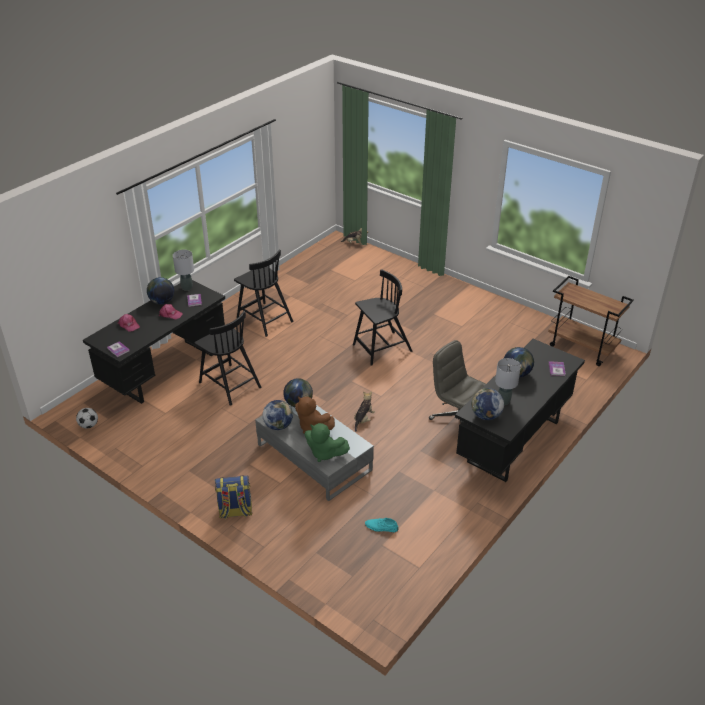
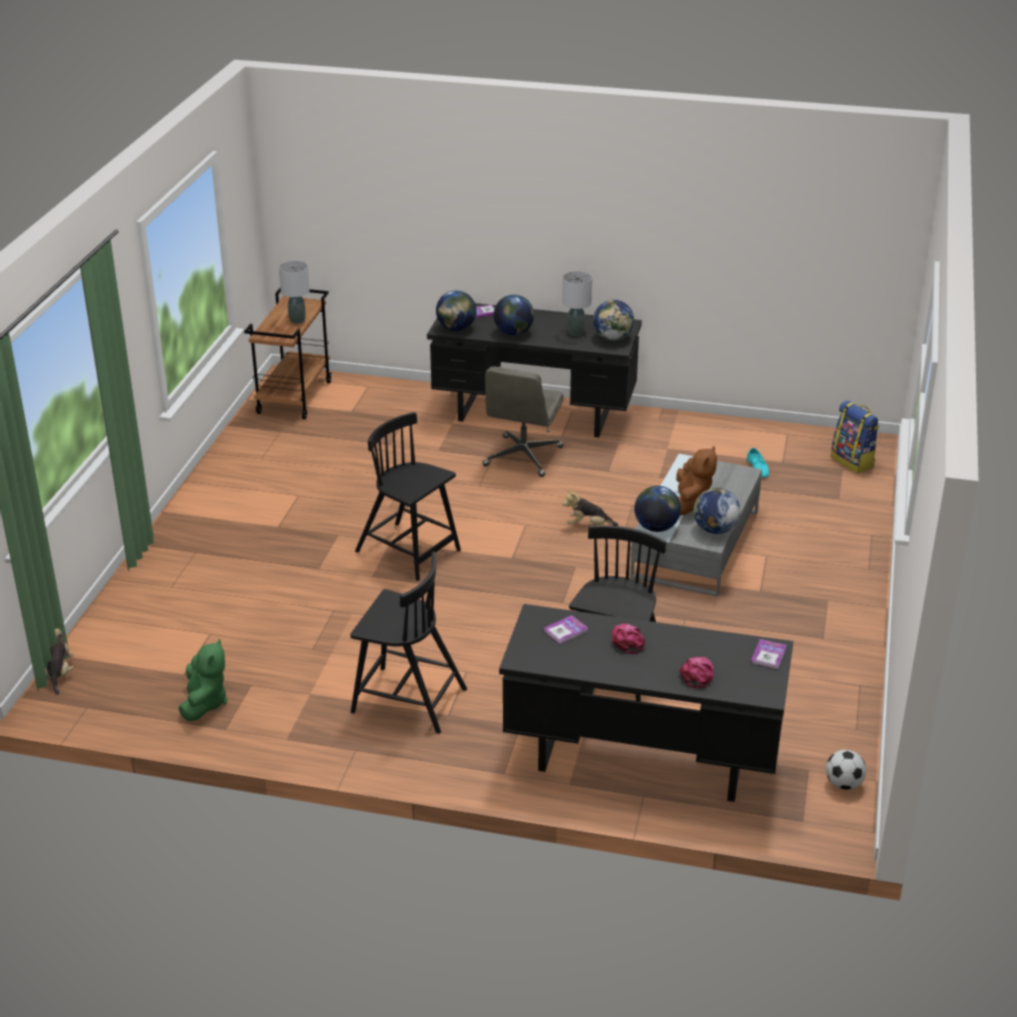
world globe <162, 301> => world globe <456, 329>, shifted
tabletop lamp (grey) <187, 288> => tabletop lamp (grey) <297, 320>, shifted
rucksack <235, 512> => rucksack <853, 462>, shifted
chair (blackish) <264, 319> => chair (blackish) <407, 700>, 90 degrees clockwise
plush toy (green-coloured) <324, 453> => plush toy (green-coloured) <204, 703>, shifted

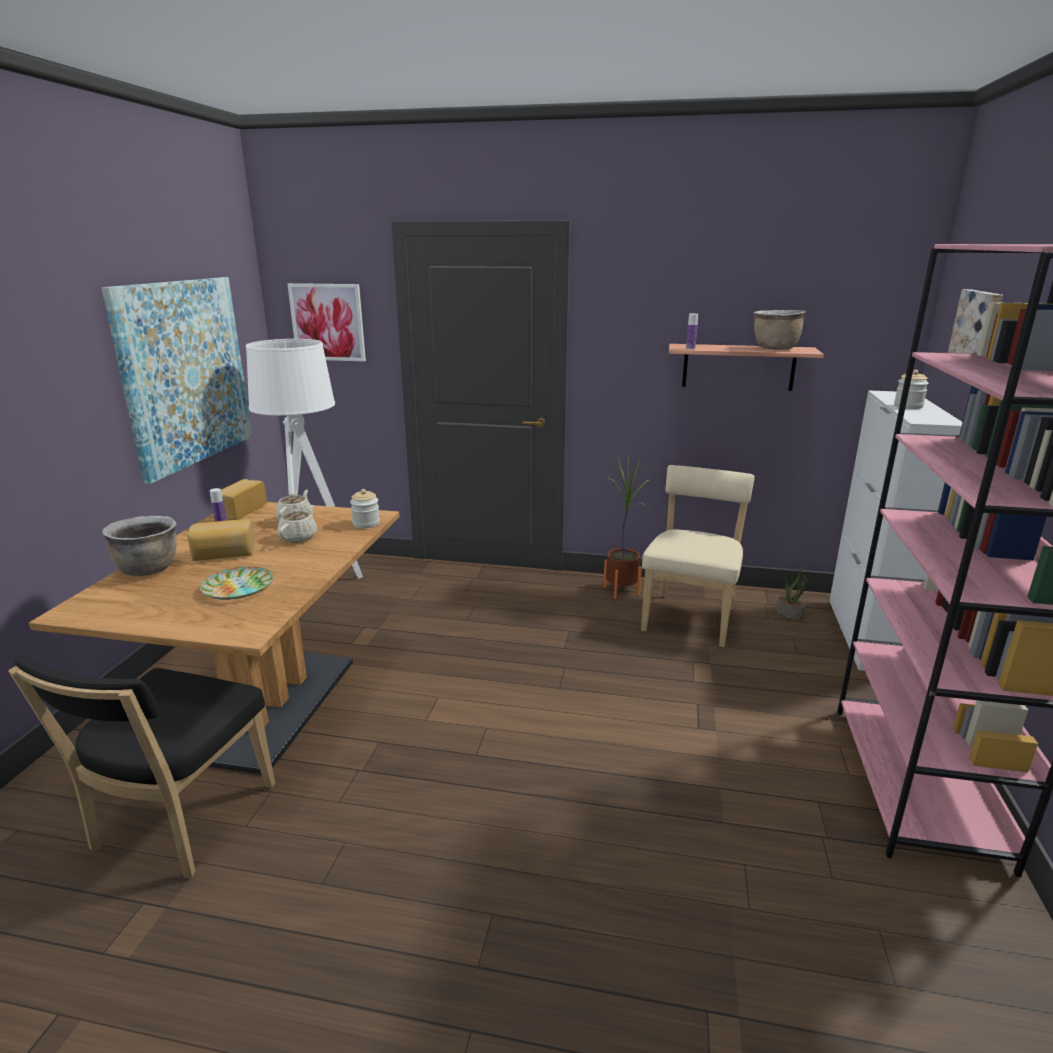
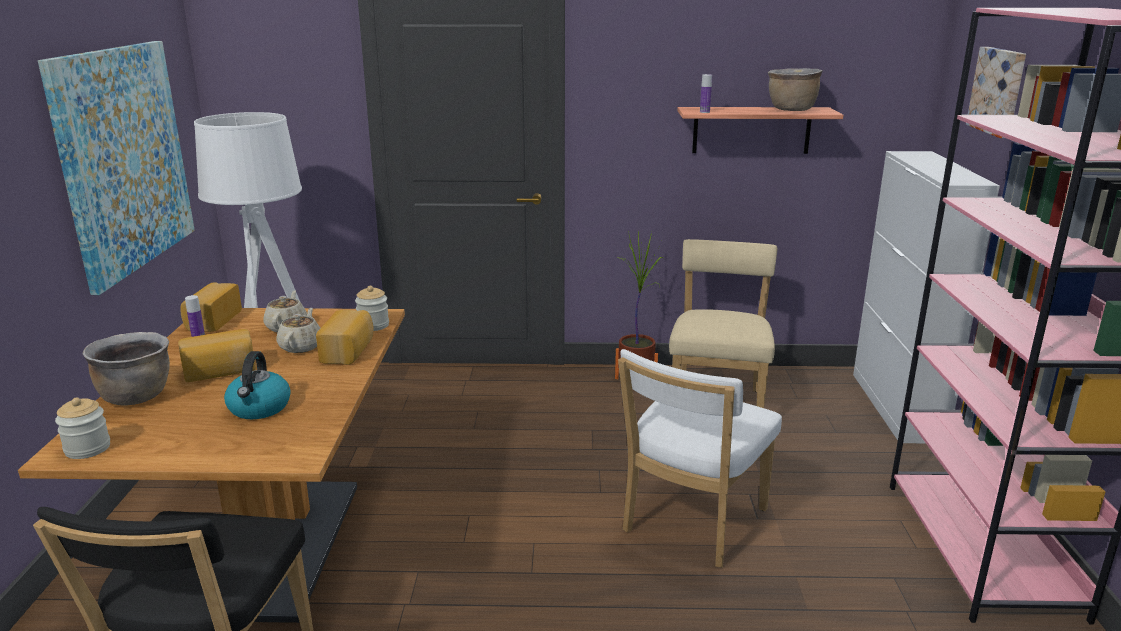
flat dish <239, 587> => kettle <259, 408>
wall art <327, 322> => nothing
plant in a pot <790, 614> => nothing
storage jar <908, 406> => storage jar <87, 448>, shifted
nothing => bread <349, 351>
nothing => chair (white-coloured) <691, 524>

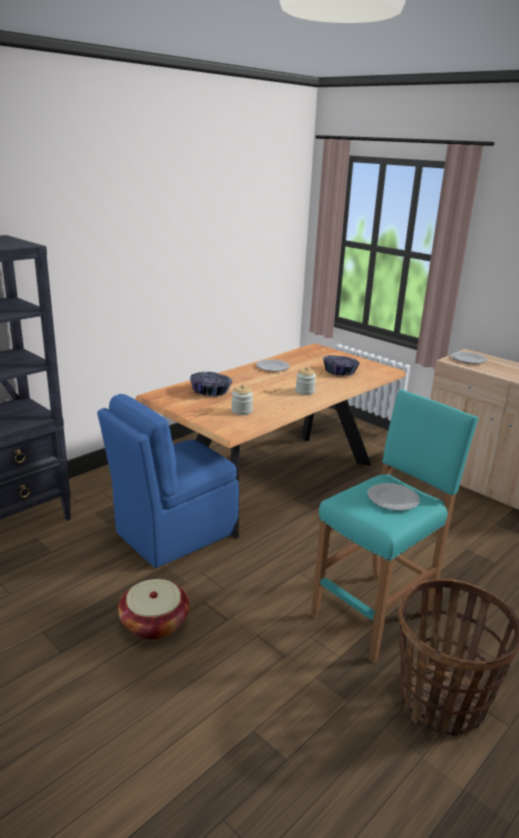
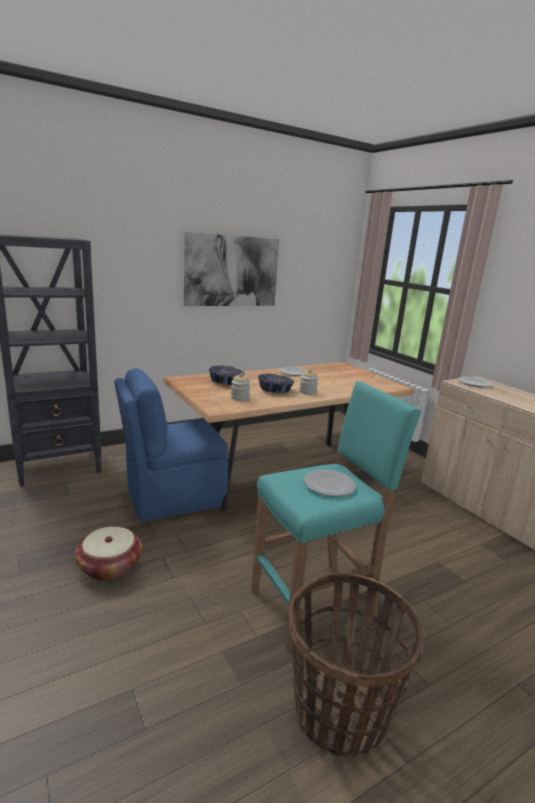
deep dish <340, 372> => deep dish <275, 390>, shifted
nothing => wall art <232, 271>

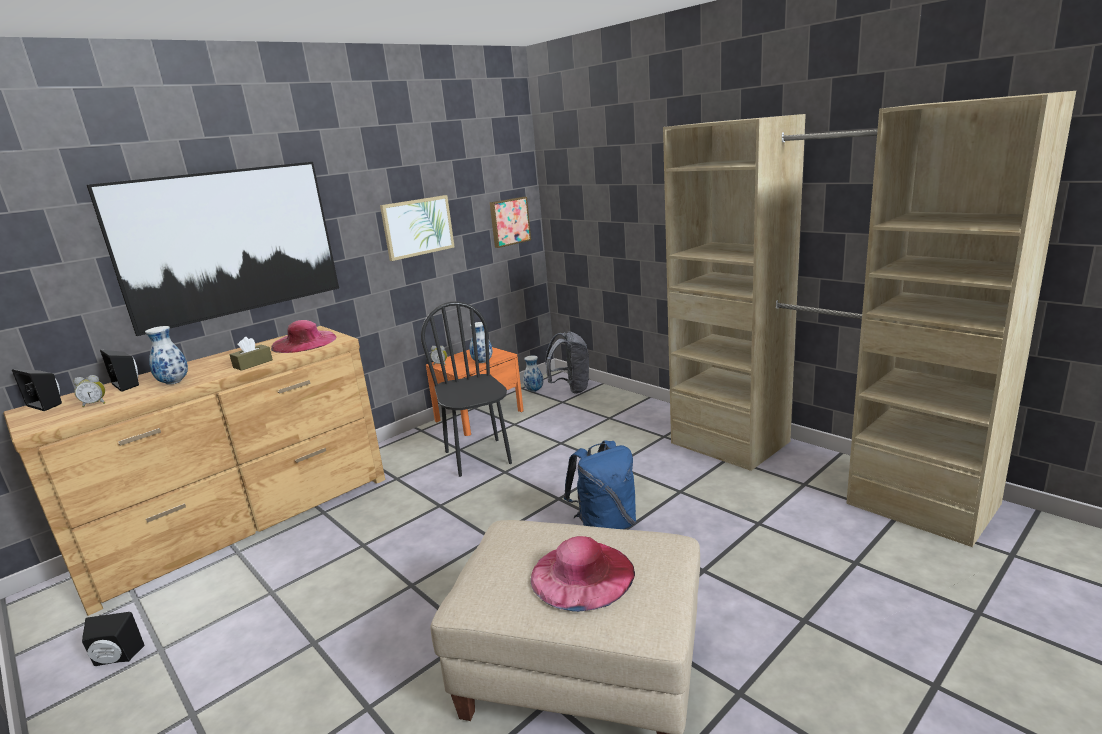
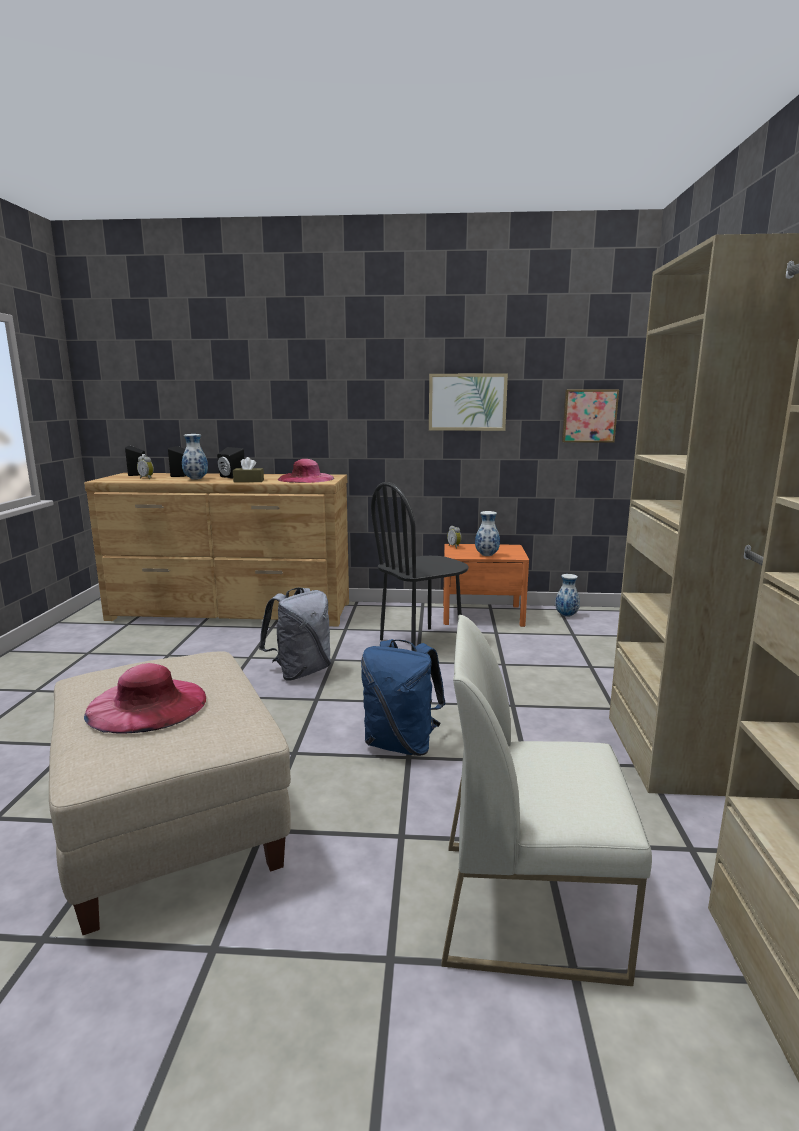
audio speaker (blackish) <115, 659> => audio speaker (blackish) <230, 477>, shifted
wall art <229, 243> => nothing
chair (blackish) <478, 457> => chair (blackish) <421, 642>, 150 degrees counterclockwise
rucksack (grey) <571, 389> => rucksack (grey) <300, 672>, shifted
nothing => chair (white-coloured) <530, 906>

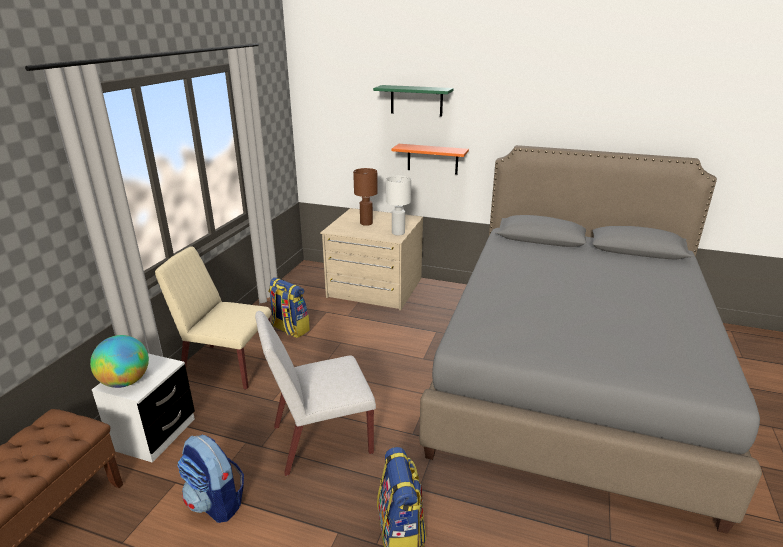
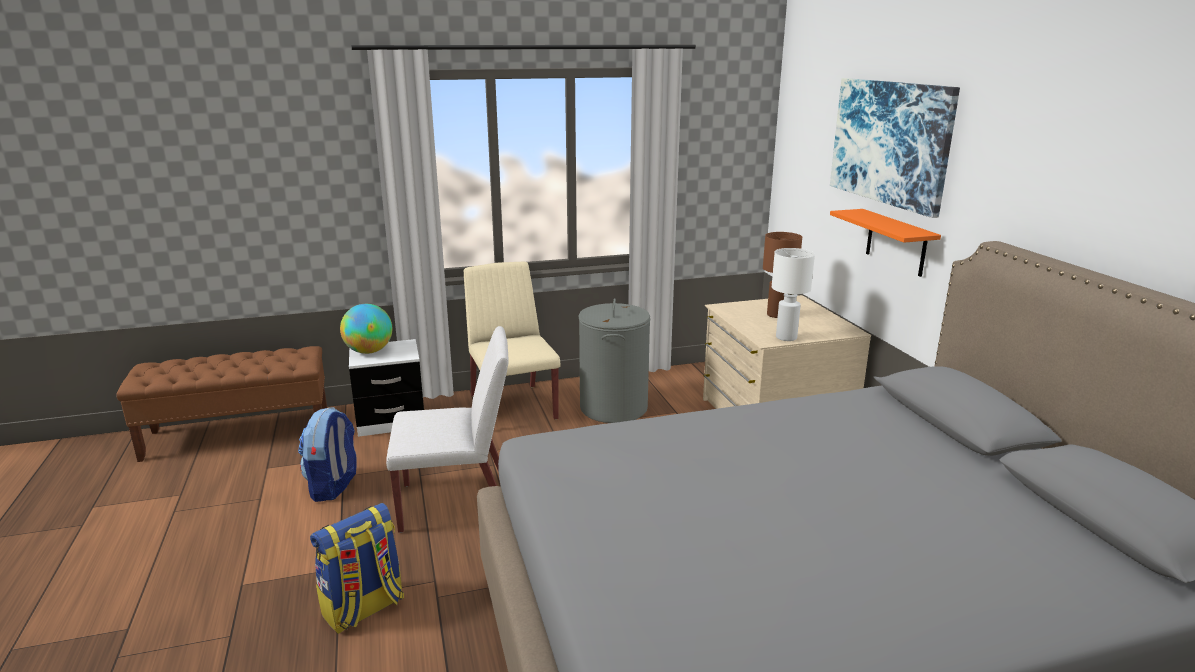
chair (white-coloured) <320, 440> => chair (white-coloured) <457, 503>, 135 degrees clockwise
rucksack <289, 329> => laundry basket (grey) <613, 408>
bracket shelf (green-coloured) <416, 100> => wall art <890, 142>

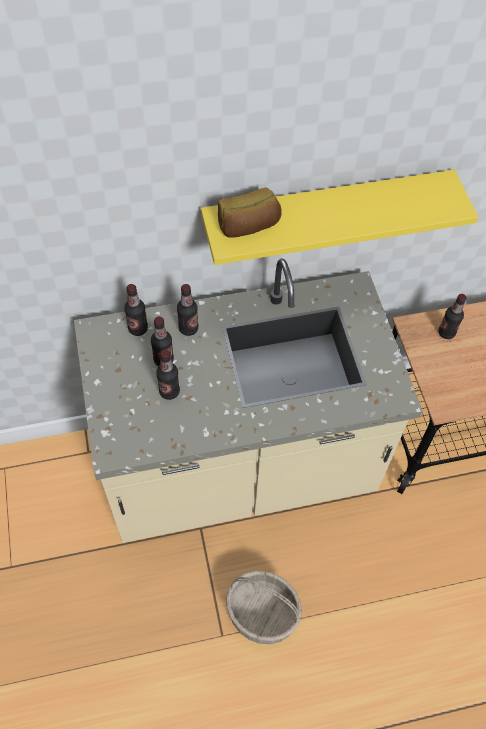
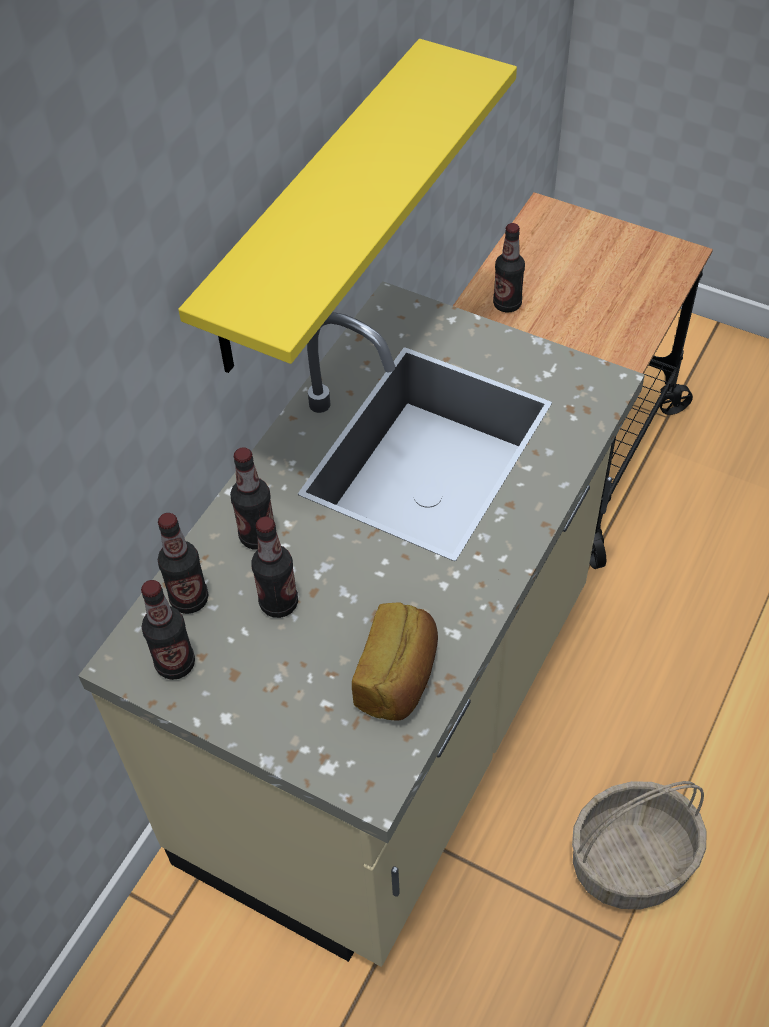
beverage bottle <169, 391> => beverage bottle <175, 664>, shifted
bread <249, 226> => bread <398, 676>, shifted

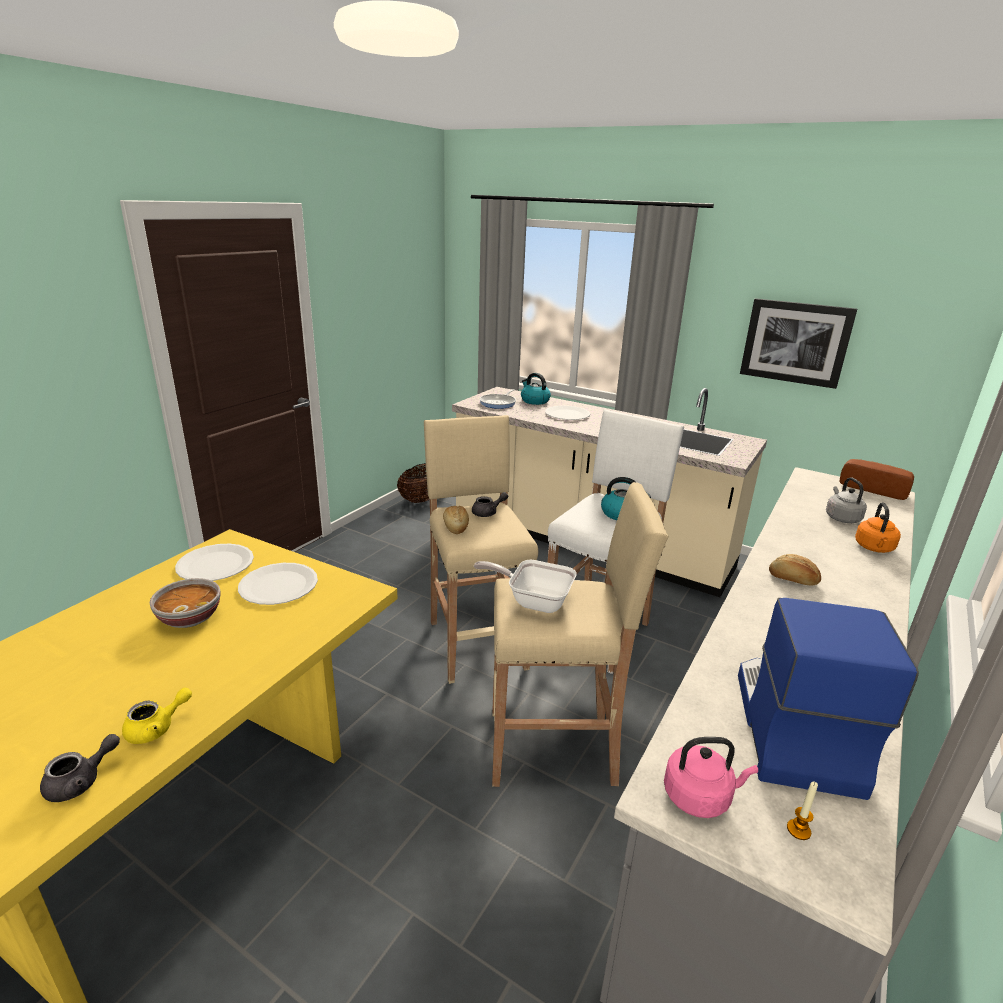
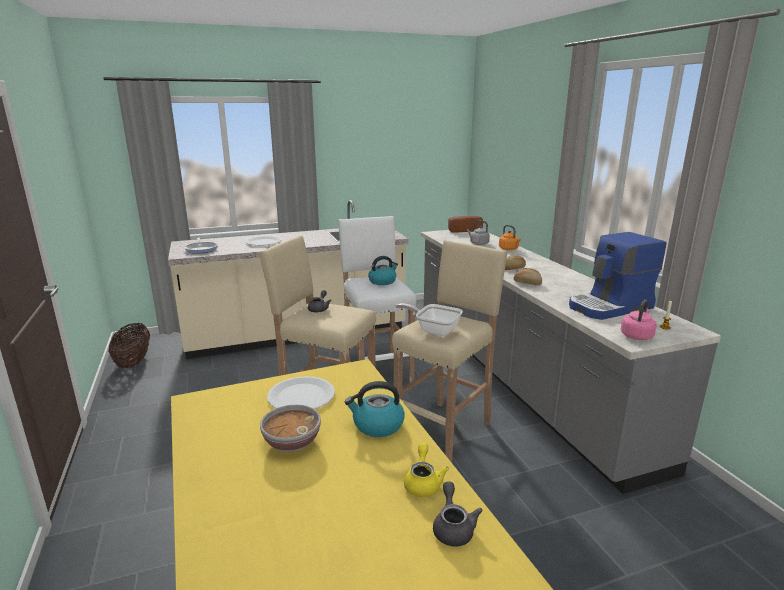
flat dish (white-coloured) <215, 565> => nothing
bread <455, 526> => bread <527, 283>, shifted
skillet <533, 601> => skillet <434, 330>, 60 degrees clockwise
kettle <534, 401> => kettle <377, 425>, shifted
coffee brewer <792, 728> => coffee brewer <610, 307>, 75 degrees counterclockwise
wall art <795, 342> => nothing

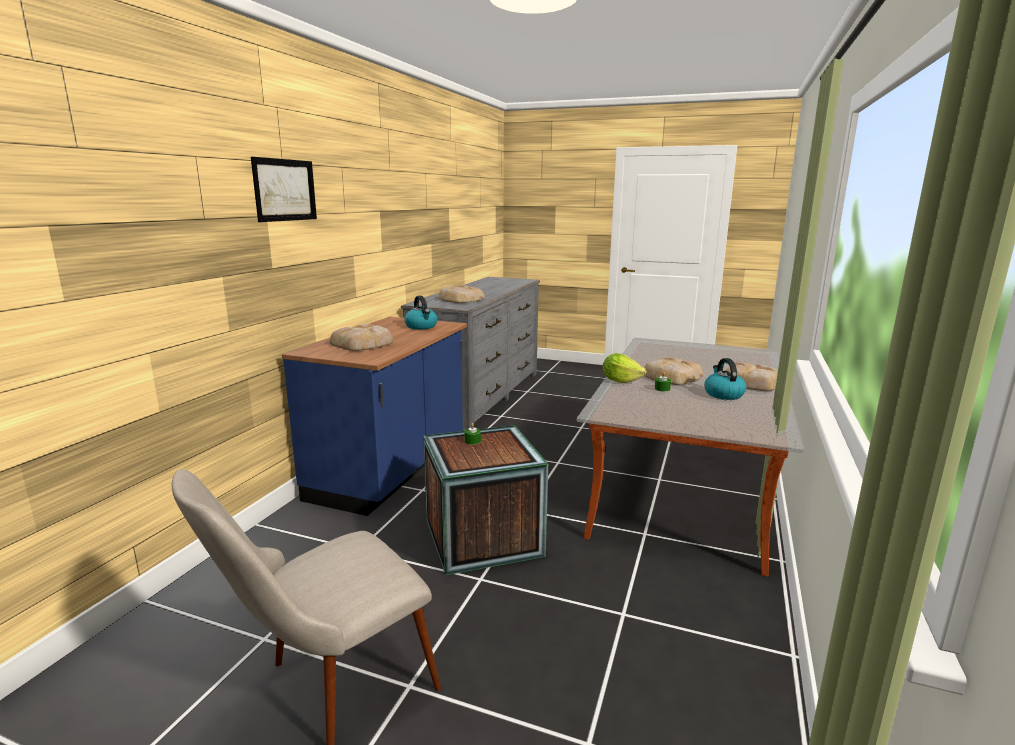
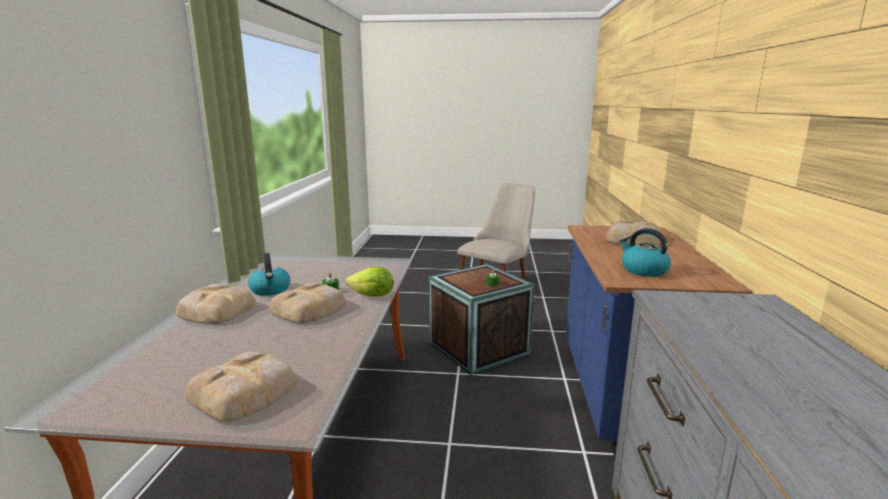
wall art <285, 190> => nothing
bread <460, 299> => bread <246, 392>, shifted

